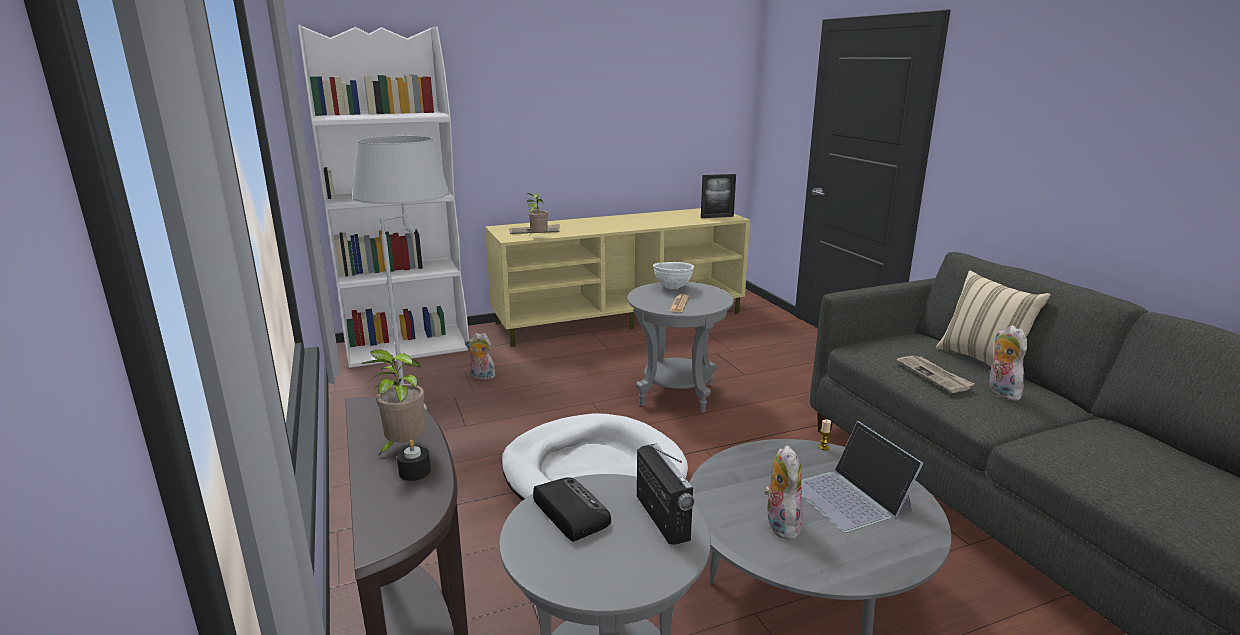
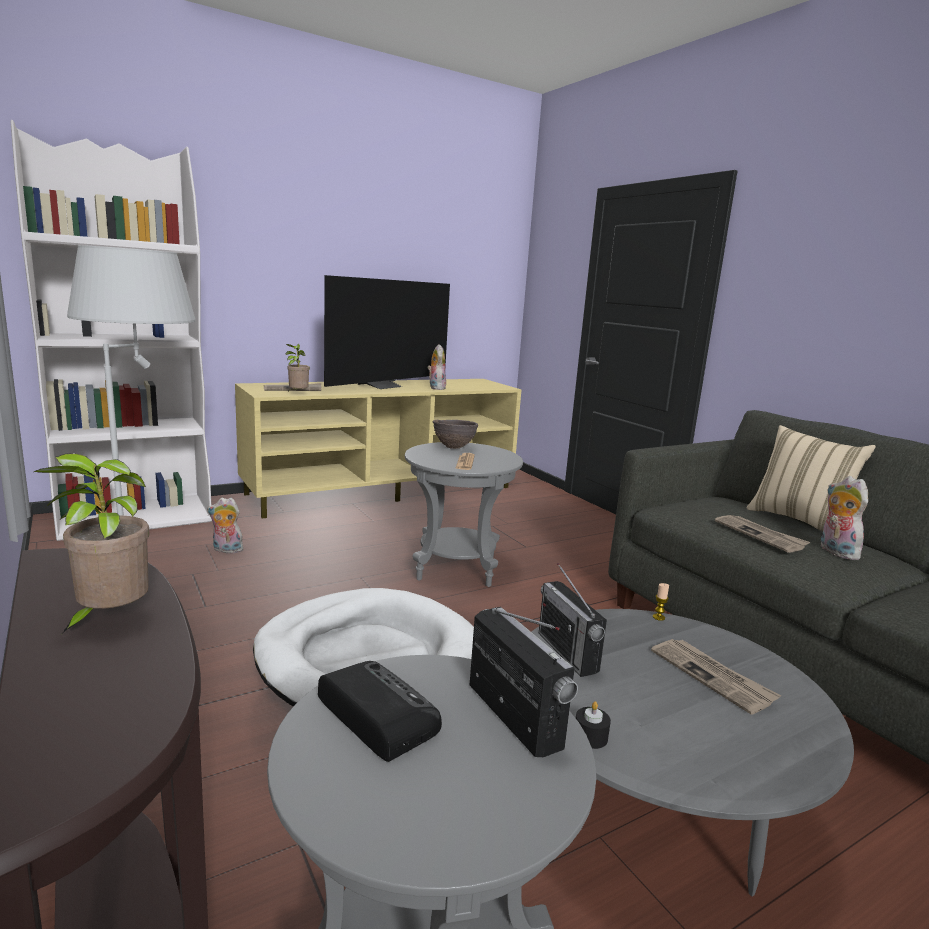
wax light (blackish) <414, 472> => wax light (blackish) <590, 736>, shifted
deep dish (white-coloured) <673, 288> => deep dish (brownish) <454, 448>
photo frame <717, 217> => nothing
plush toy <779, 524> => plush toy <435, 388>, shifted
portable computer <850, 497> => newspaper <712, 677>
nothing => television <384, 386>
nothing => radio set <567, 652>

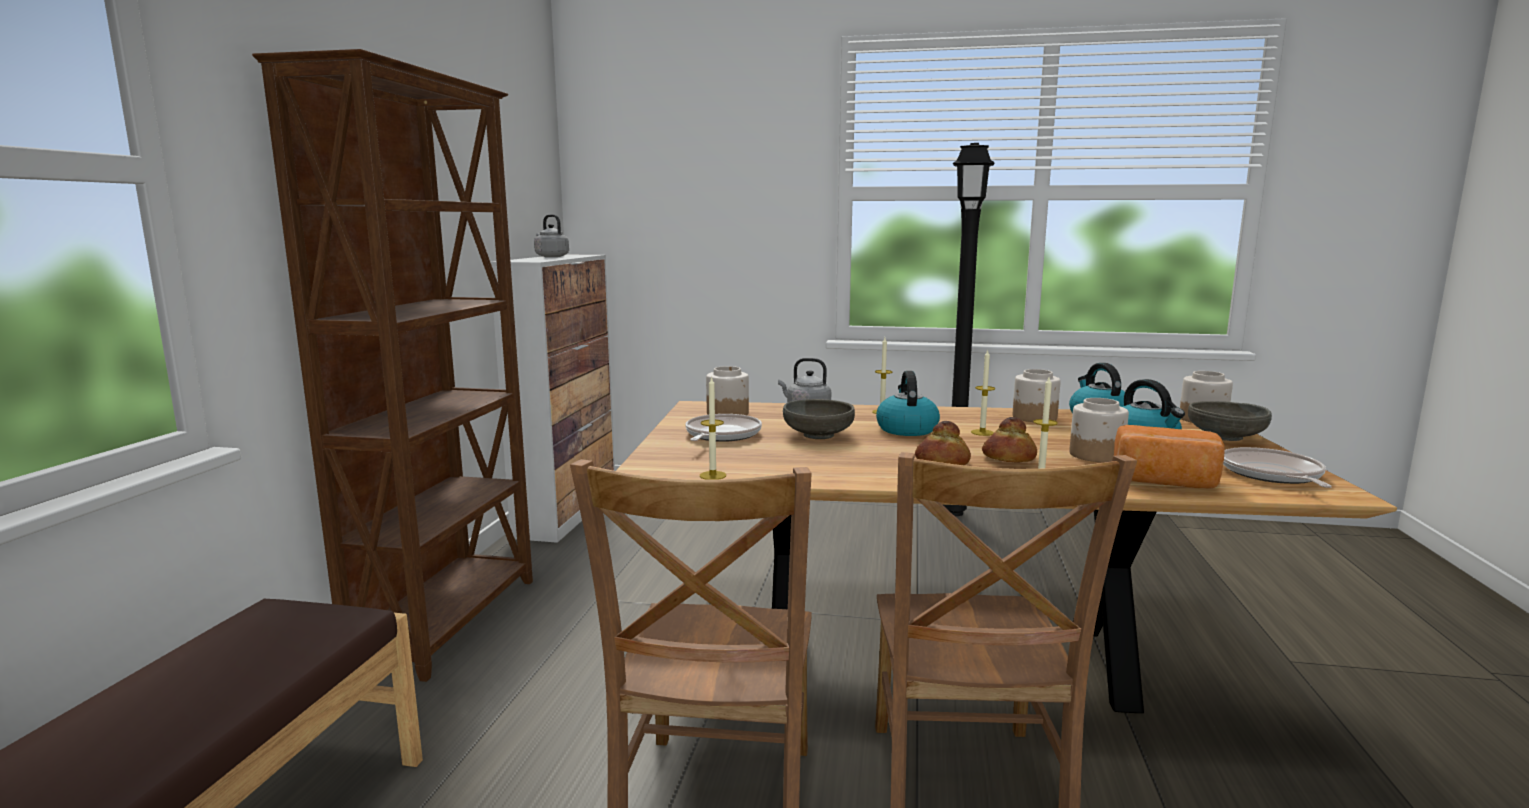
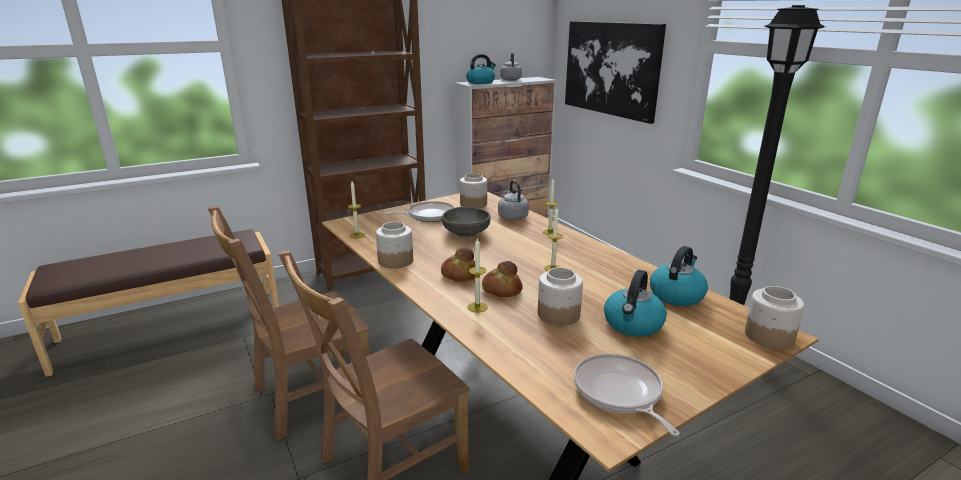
kettle <906, 429> => kettle <481, 82>, shifted
storage jar <1034, 417> => storage jar <395, 261>, shifted
bread <1165, 482> => nothing
deep dish (grey) <1225, 437> => nothing
skillet <1272, 475> => skillet <619, 393>, 75 degrees counterclockwise
nothing => wall art <611, 68>

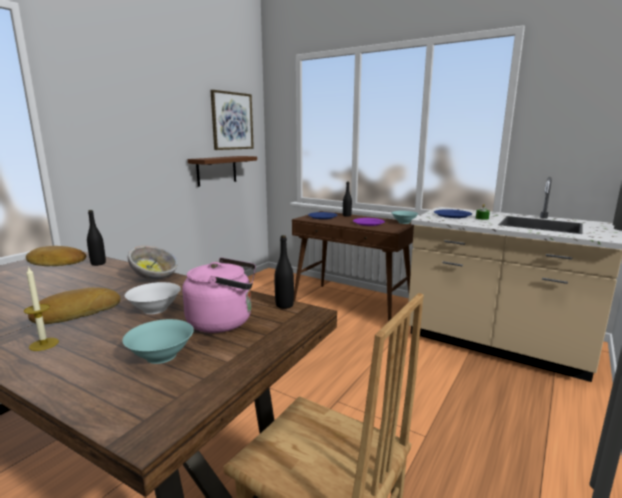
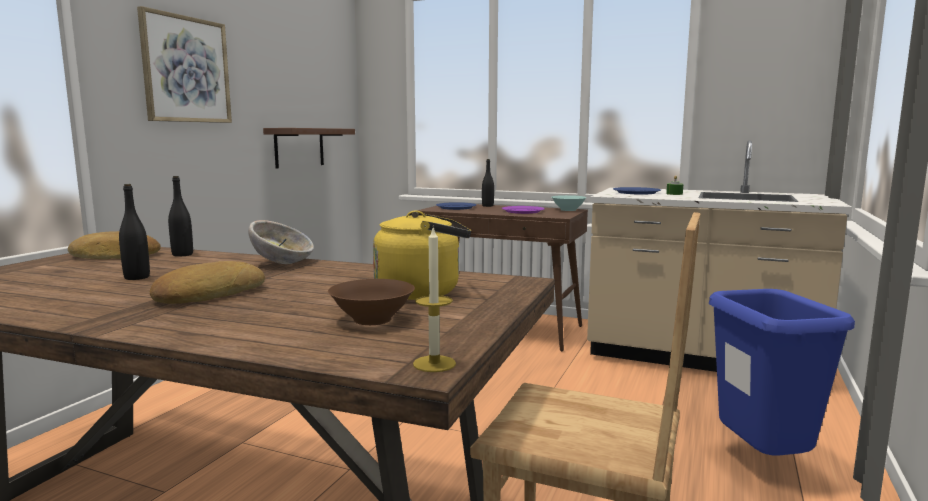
wax light <44, 344> => wax light <434, 364>, shifted
deep dish (turquoise-coloured) <161, 355> => deep dish (brownish) <371, 319>
deep dish (white-coloured) <155, 309> => nothing
kettle (pink-coloured) <224, 322> => kettle (yellow-coloured) <423, 292>
wall art <232, 121> => wall art <186, 70>, shifted
beverage bottle (blackish) <284, 305> => beverage bottle (blackish) <137, 277>, shifted
nothing => rubbish bin (bluish) <762, 463>

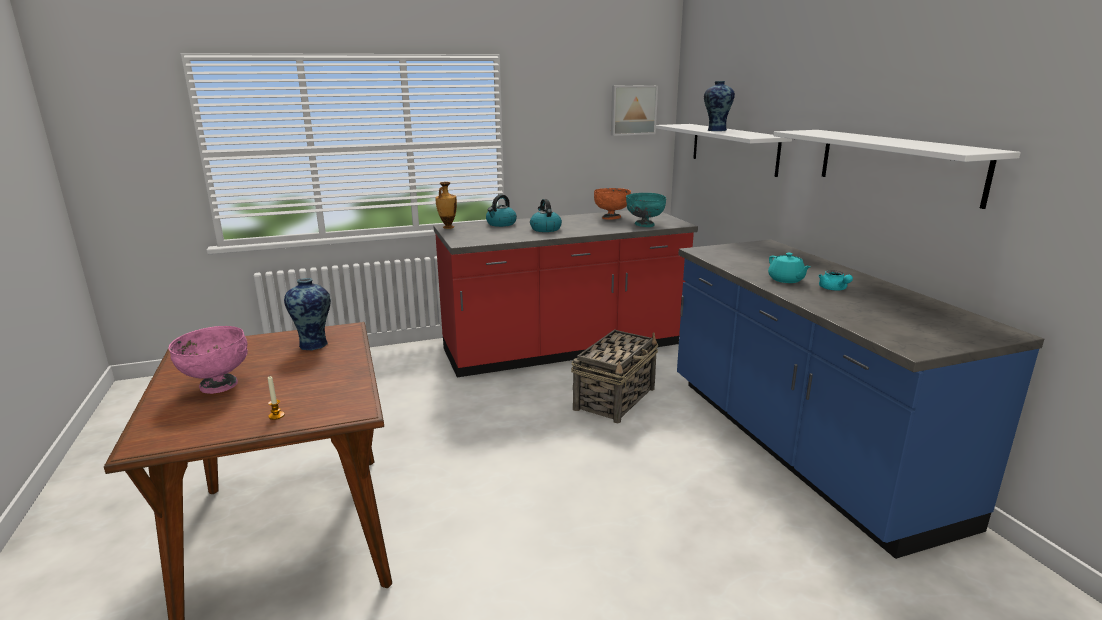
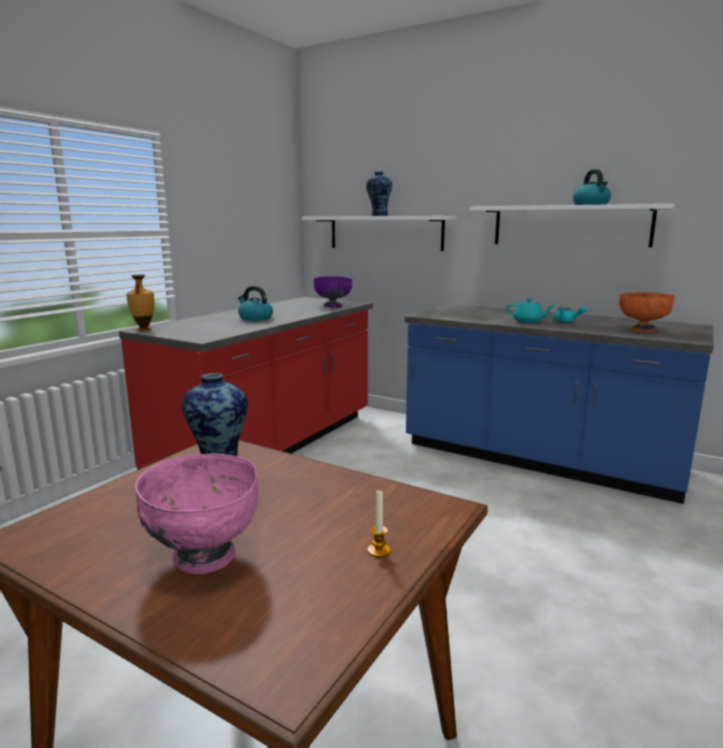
kettle <501, 224> => kettle <591, 205>, shifted
household basket <615, 398> => nothing
deep dish (orange) <611, 218> => deep dish (orange) <642, 330>, shifted
wall art <632, 110> => nothing
deep dish (turquoise-coloured) <644, 225> => deep dish (purplish) <333, 306>

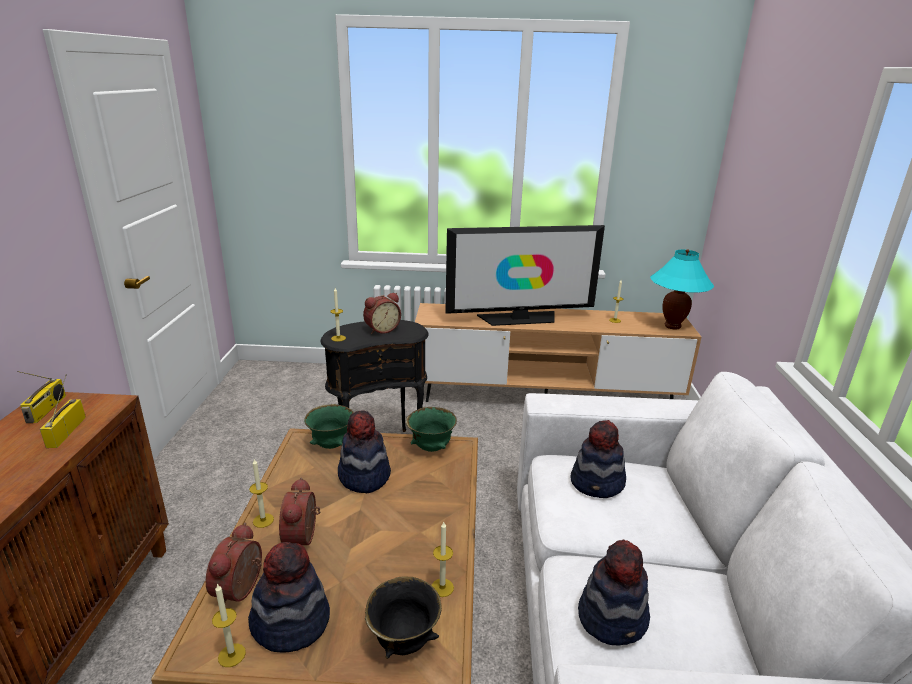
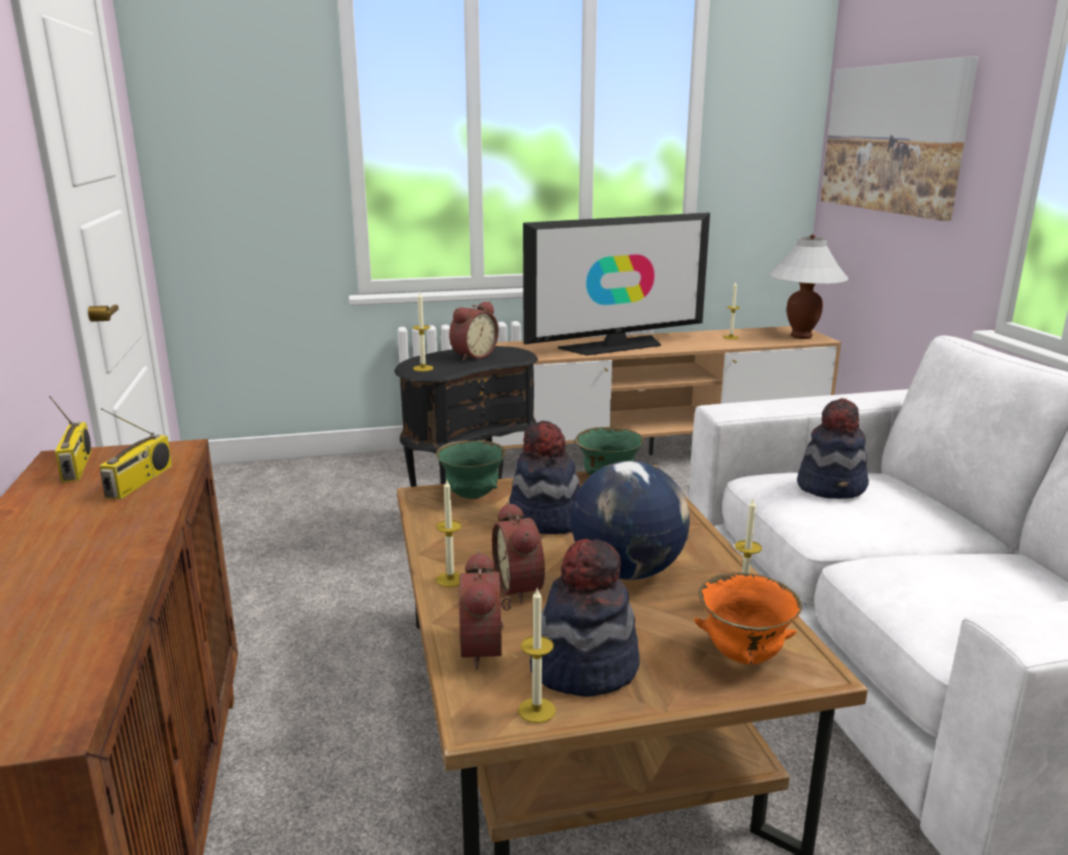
radio set <66, 431> => radio set <140, 482>, 150 degrees counterclockwise
deep dish (blackish) <403, 642> => deep dish (orange) <742, 657>
wearable hat <613, 617> => nothing
tabletop lamp (turquoise-coloured) <672, 326> => tabletop lamp (white-coloured) <801, 336>
nothing => world globe <628, 571>
nothing => wall art <893, 138>

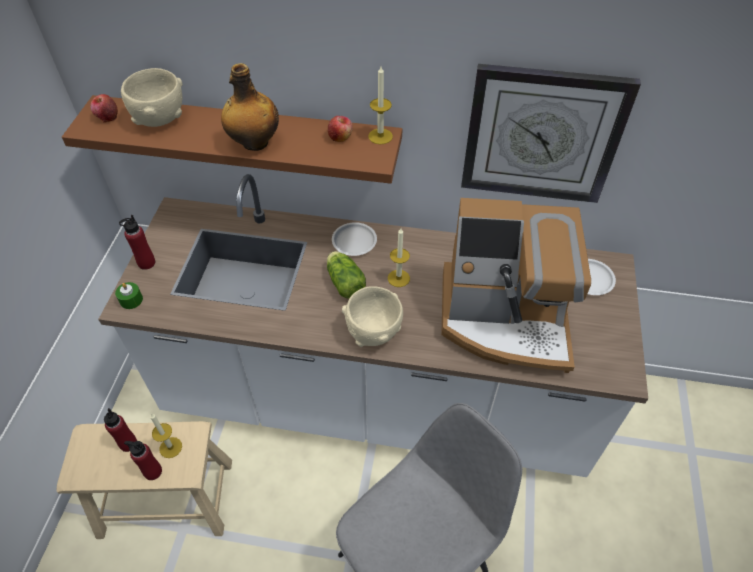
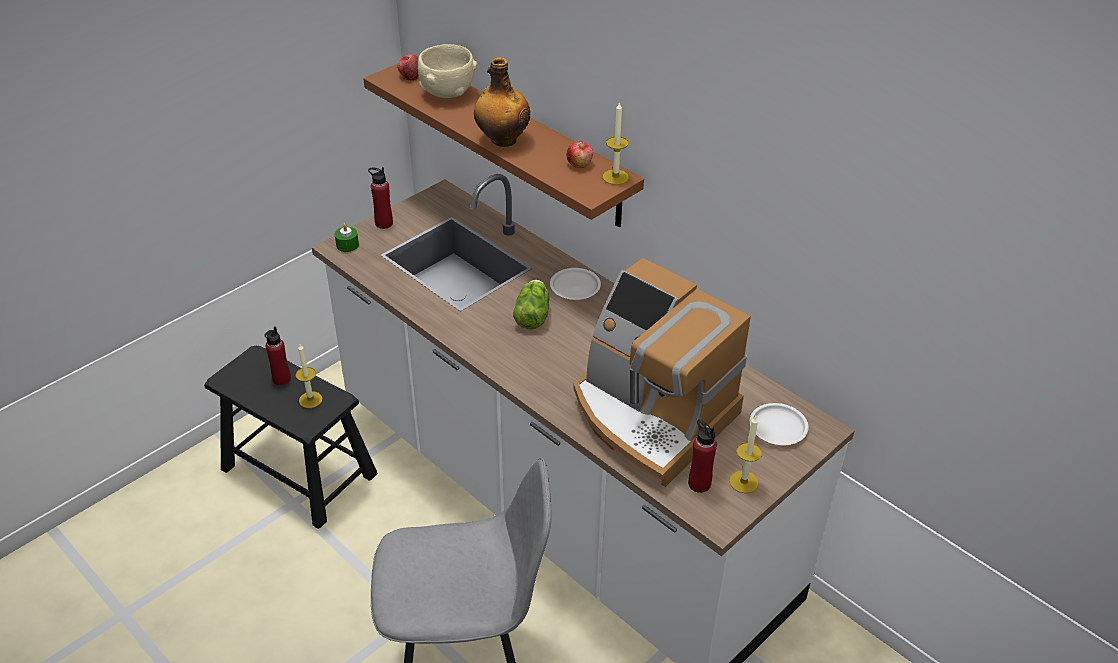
stool seat (beige) <166, 497> => stool seat (blackish) <299, 471>
beverage bottle (reddish) <152, 471> => beverage bottle (reddish) <699, 483>, shifted
deep dish (beige) <373, 332> => nothing
wax light <398, 278> => wax light <743, 482>, shifted
clock on the wall <541, 135> => nothing

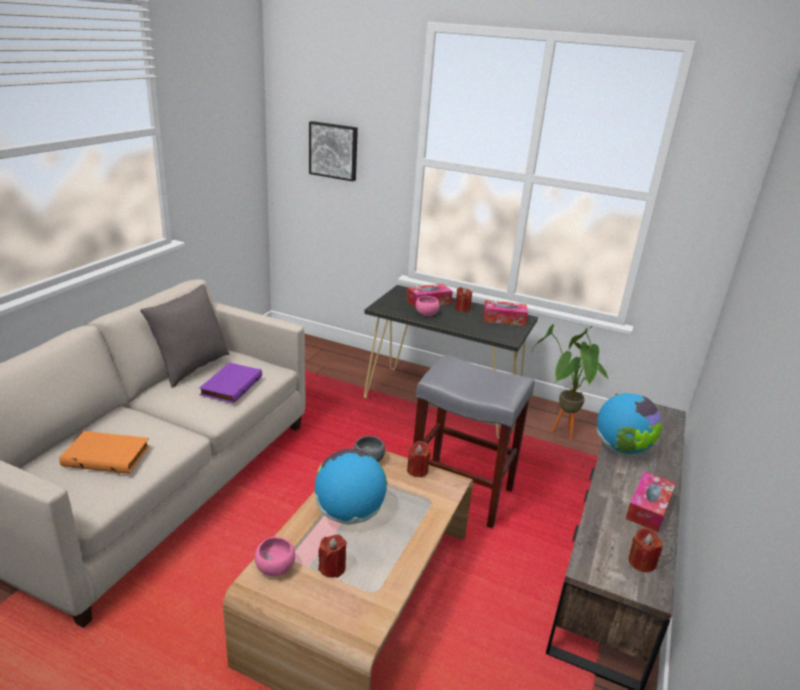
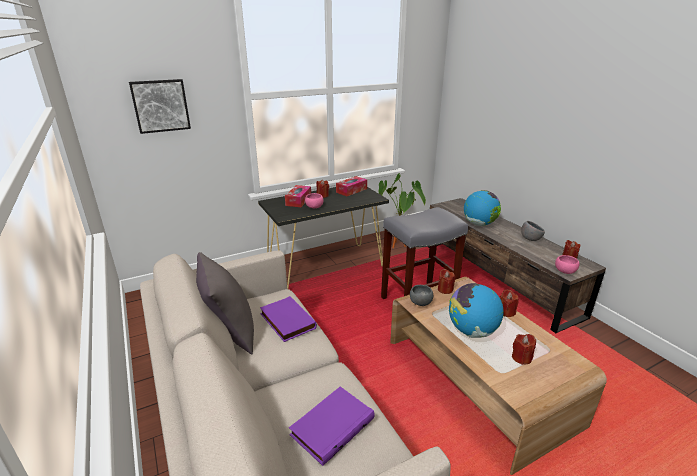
bound book (orange) <108, 455> => bound book (purplish) <331, 425>
deep dish (pink-coloured) <274, 568> => deep dish (pink-coloured) <565, 272>, shifted
box of tissues <648, 508> => deep dish (grey) <530, 239>
nothing => wax light (reddish) <506, 312>

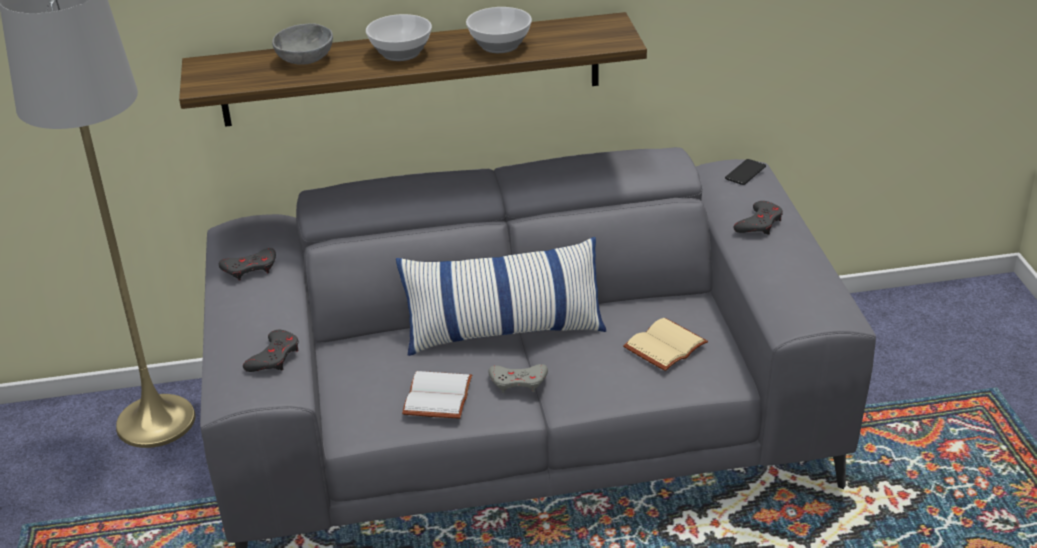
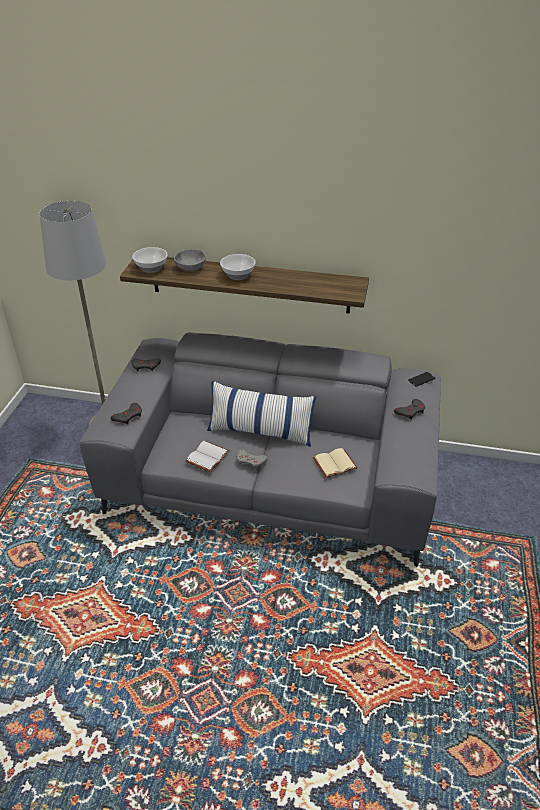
deep dish <500, 45> => deep dish <152, 268>, shifted

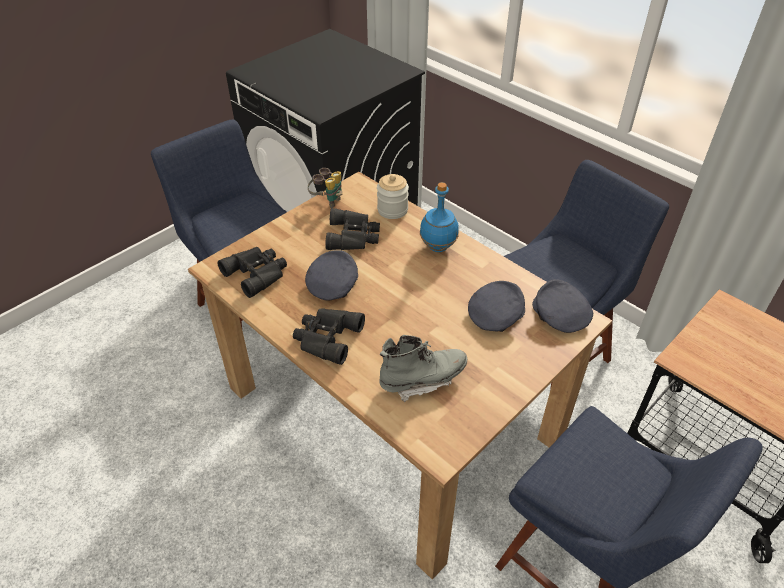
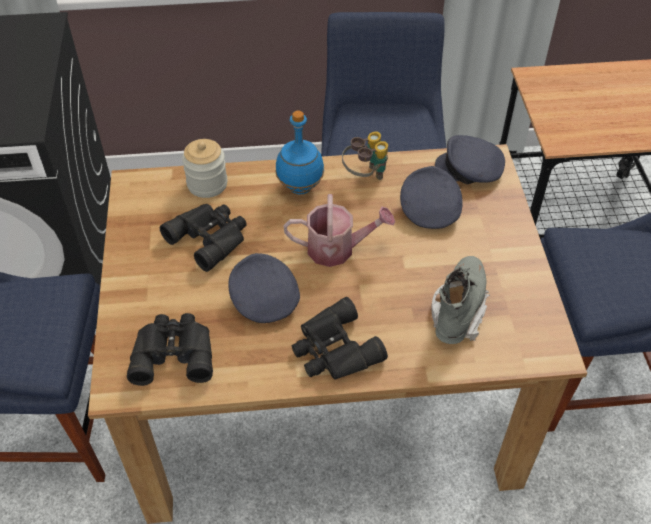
pair of binoculars <327, 201> => pair of binoculars <365, 176>, shifted
nothing => watering can <337, 249>

